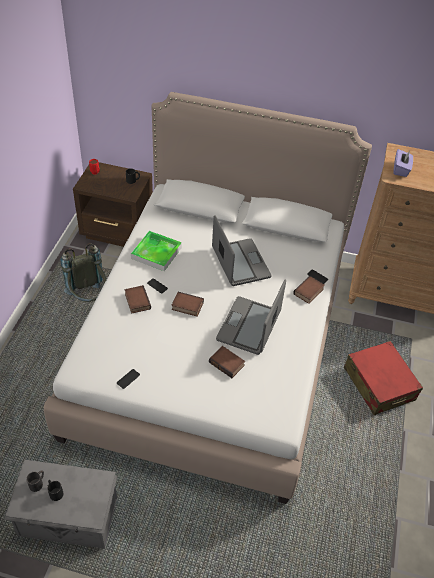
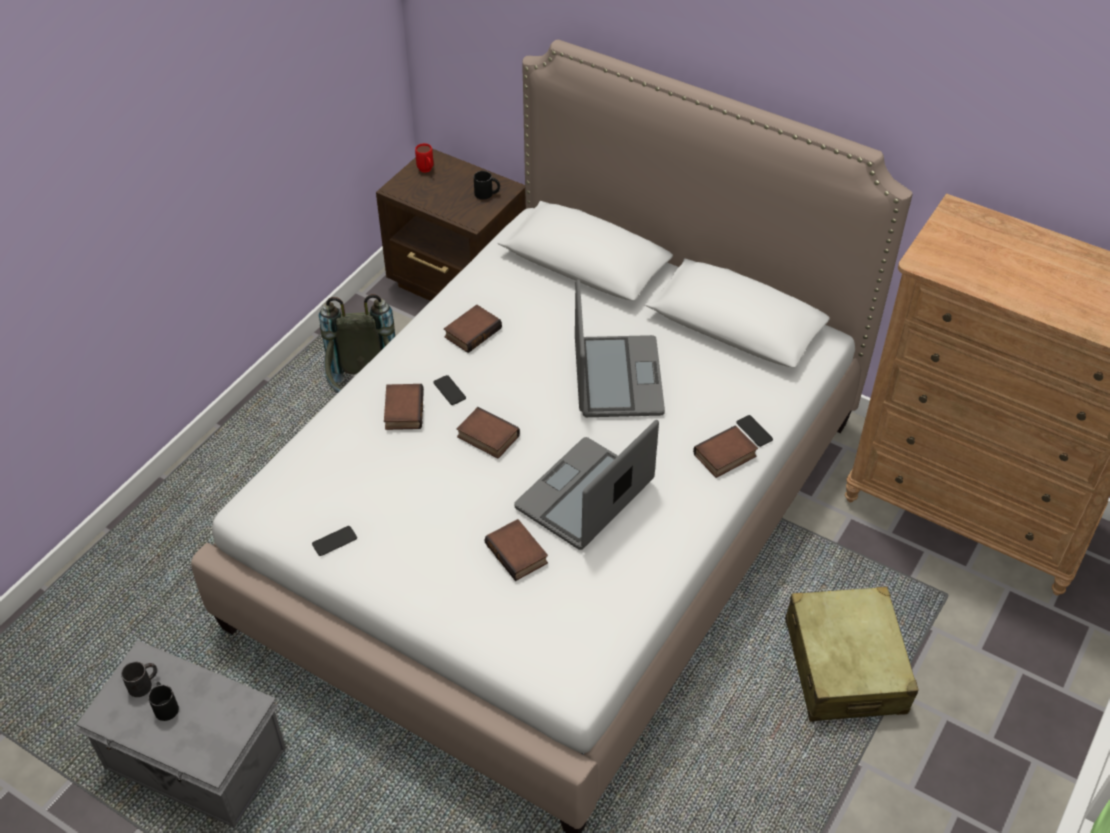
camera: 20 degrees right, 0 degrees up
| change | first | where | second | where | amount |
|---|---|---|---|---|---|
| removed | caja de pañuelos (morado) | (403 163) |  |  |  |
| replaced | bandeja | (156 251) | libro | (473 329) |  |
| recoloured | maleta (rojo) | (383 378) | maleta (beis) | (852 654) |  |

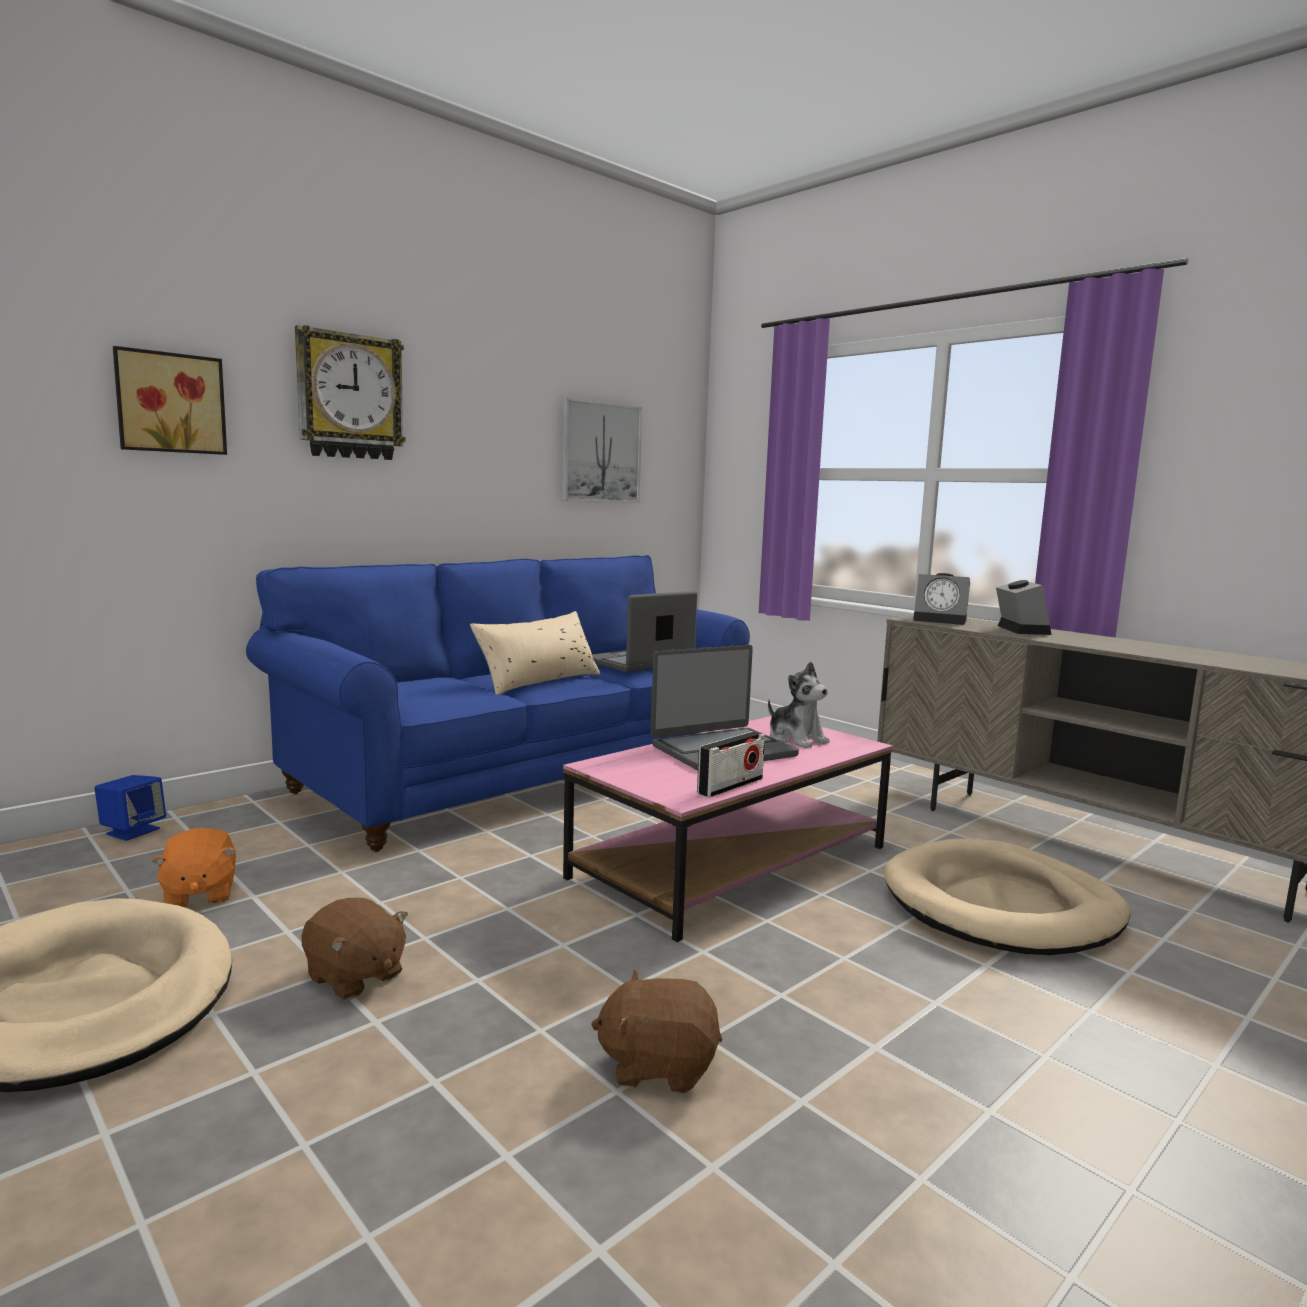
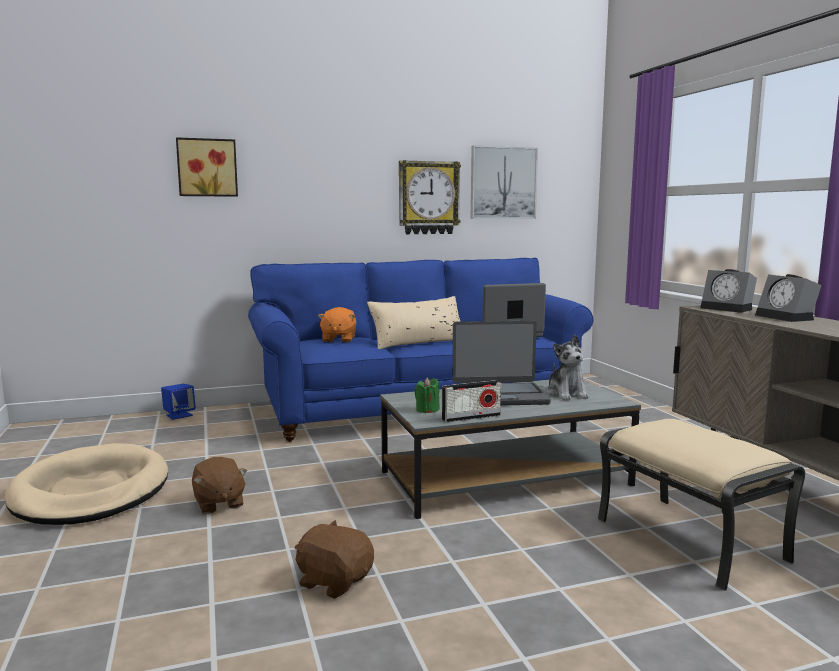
camera: 25 degrees right, 0 degrees up
| change | first | where | second | where | amount |
|---|---|---|---|---|---|
| added |  |  | vela (verde) | (427 395) |  |
| moved | peluche (naranja) | (194 867) |  | (337 324) |  |
| moved | reloj de pared | (350 392) |  | (430 197) |  |
| replaced | cama para perro (beis) | (1007 897) | puf (beis) | (701 505) |  |
| recoloured | mesa de centro (rosa) | (728 829) | mesa de centro (gris) | (510 449) |  |
| turned | despertador | (1024 607) |  | (788 298) | 135 degrees clockwise |

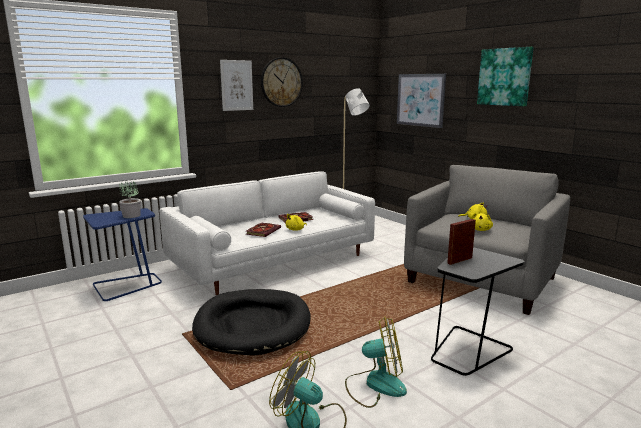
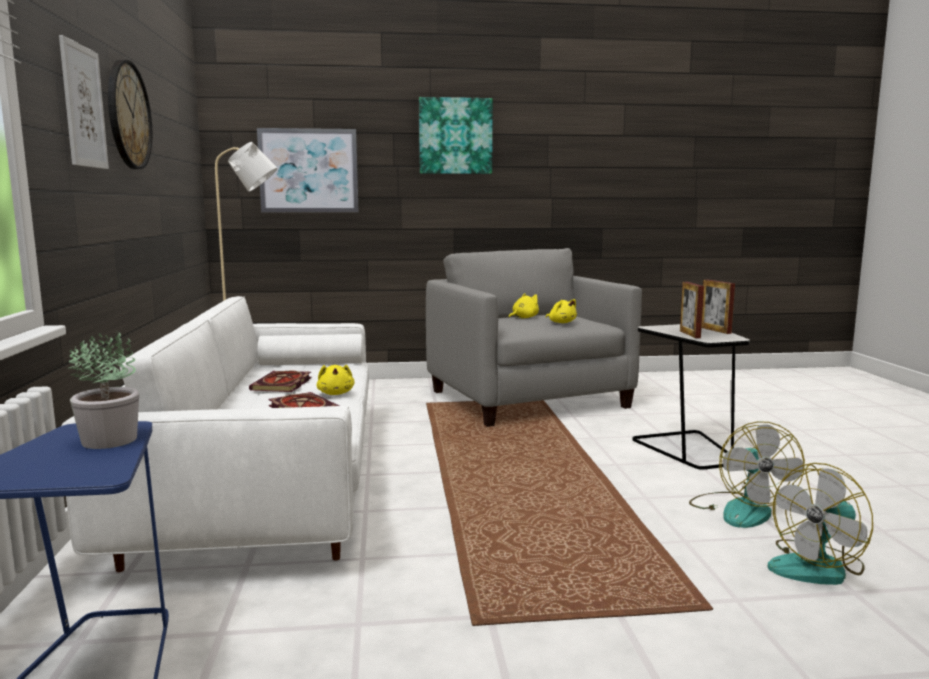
camera: 60 degrees left, 5 degrees down
| change | first | where | second | where | amount |
|---|---|---|---|---|---|
| removed | cama para perro (negro) | (251 322) |  |  |  |
| added |  |  | portarretratos | (718 307) |  |
| turned | ventilador | (376 362) |  | (747 474) | 150 degrees clockwise |

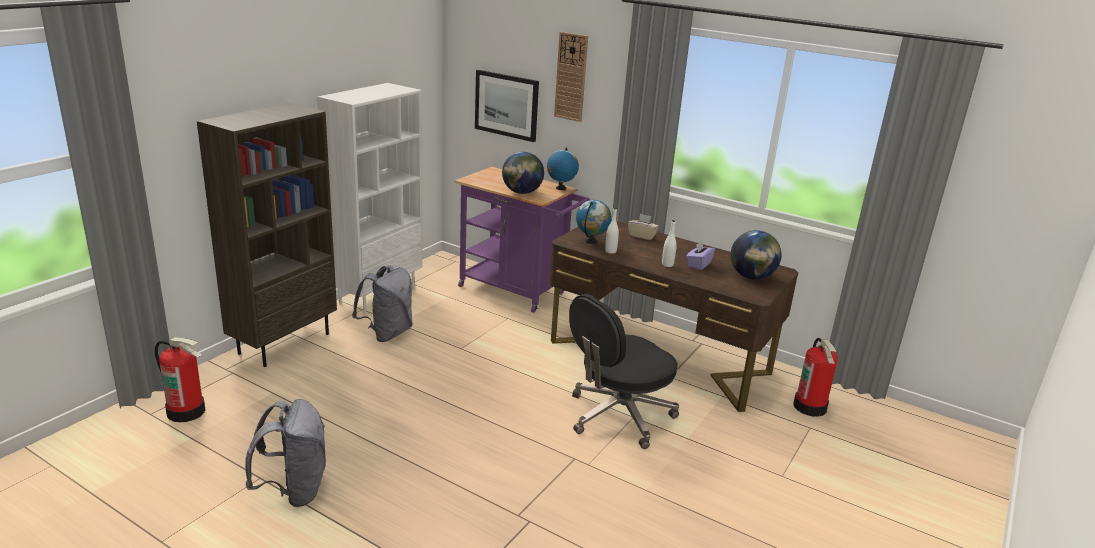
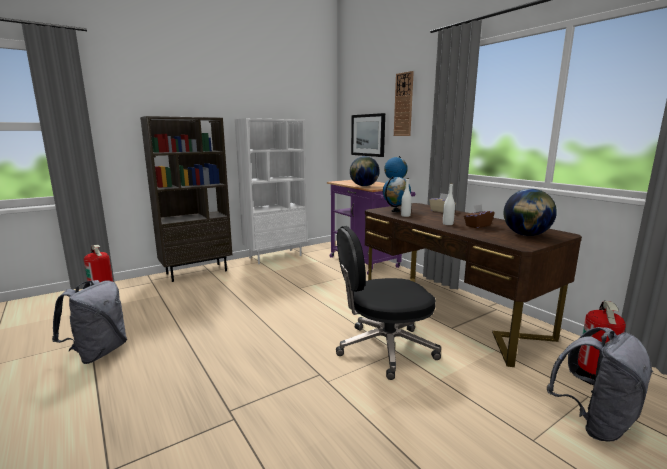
camera: 25 degrees right, 10 degrees down
| change | first | where | second | where | amount |
|---|---|---|---|---|---|
| moved | mochila (gris) | (382 304) |  | (600 384) |  |
| recoloured | caja de pañuelos (morado) | (700 255) | caja de pañuelos (marrón) | (479 216) |  |

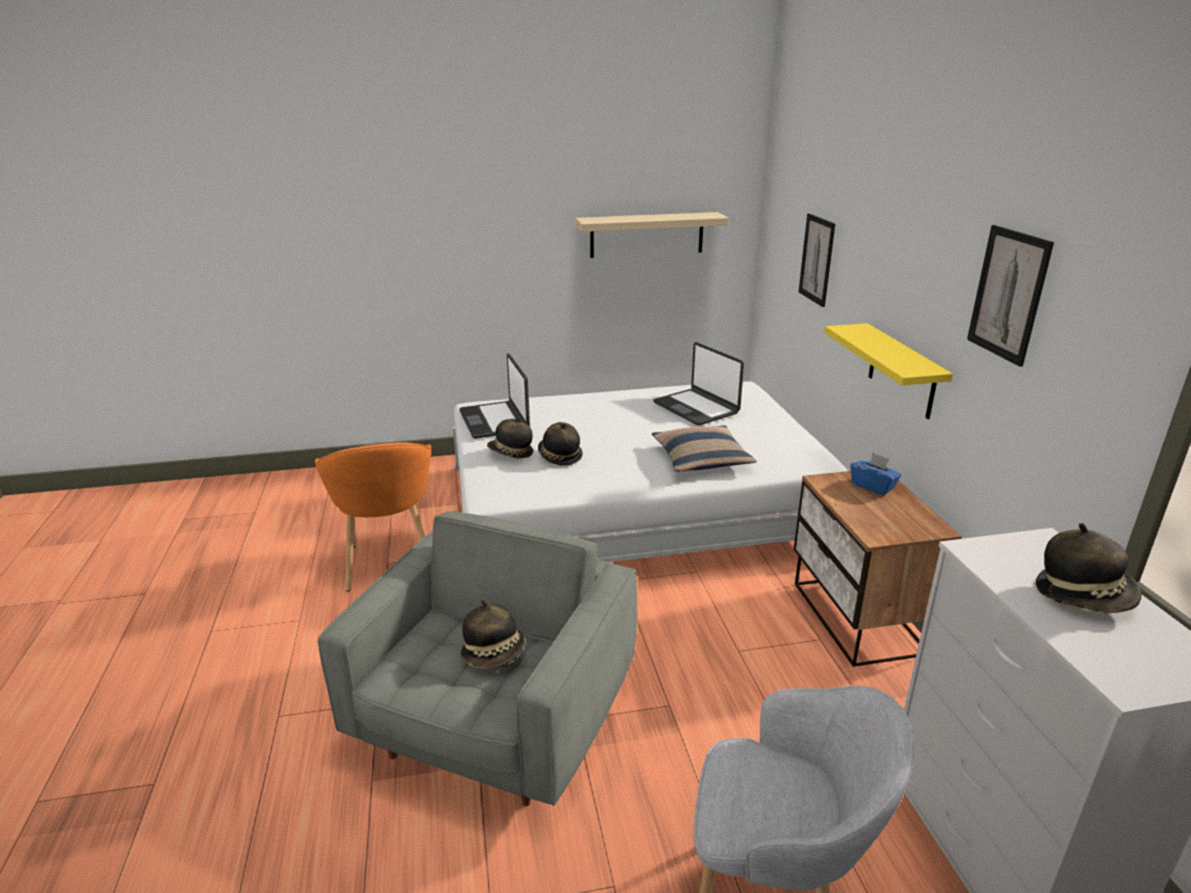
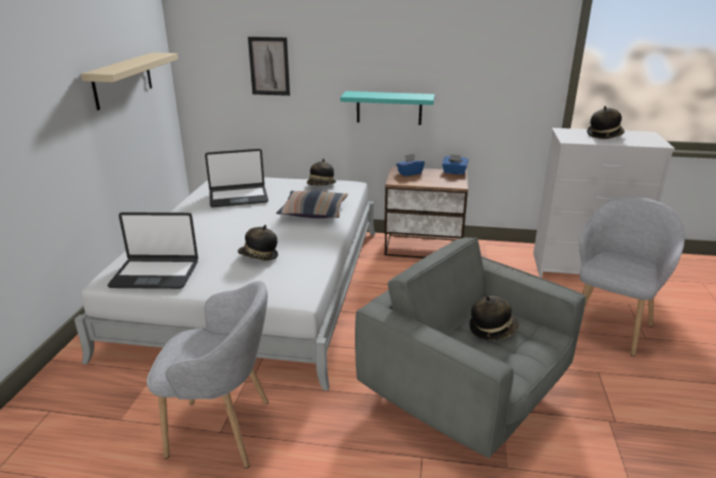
camera: 70 degrees left, 0 degrees up
| change | first | where | second | where | amount |
|---|---|---|---|---|---|
| removed | cuadro | (1010 296) |  |  |  |
| added |  |  | caja de pañuelos (azul) | (455 164) |  |
| moved | sombrero | (510 438) |  | (321 171) |  |
| recoloured | sillón (naranja) | (373 517) | sillón (gris) | (208 374) |  |
| recoloured | estante (amarillo) | (888 371) | estante (turquesa) | (387 108) |  |

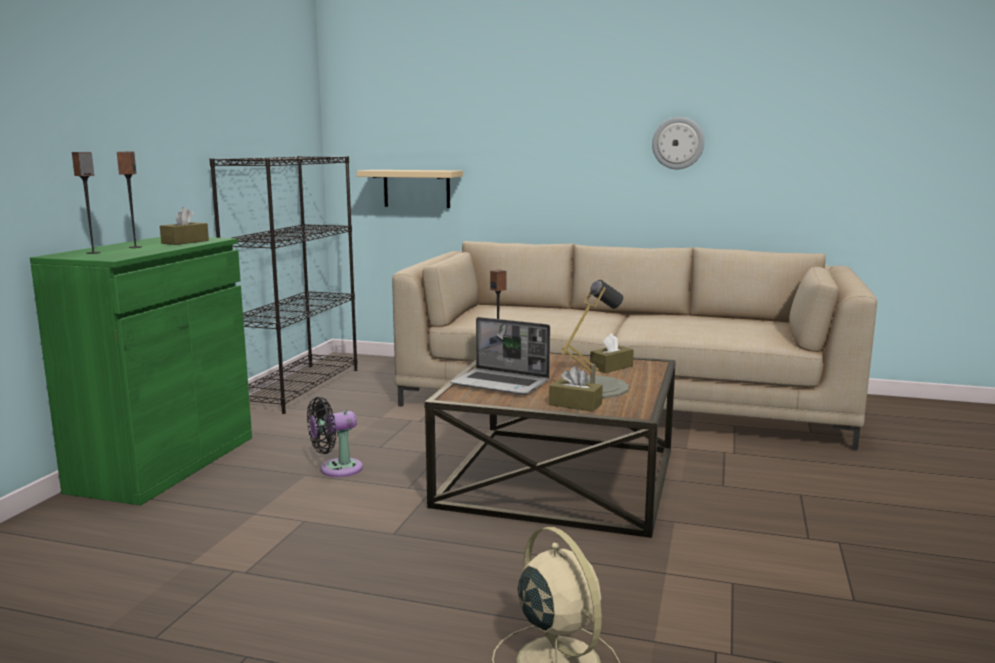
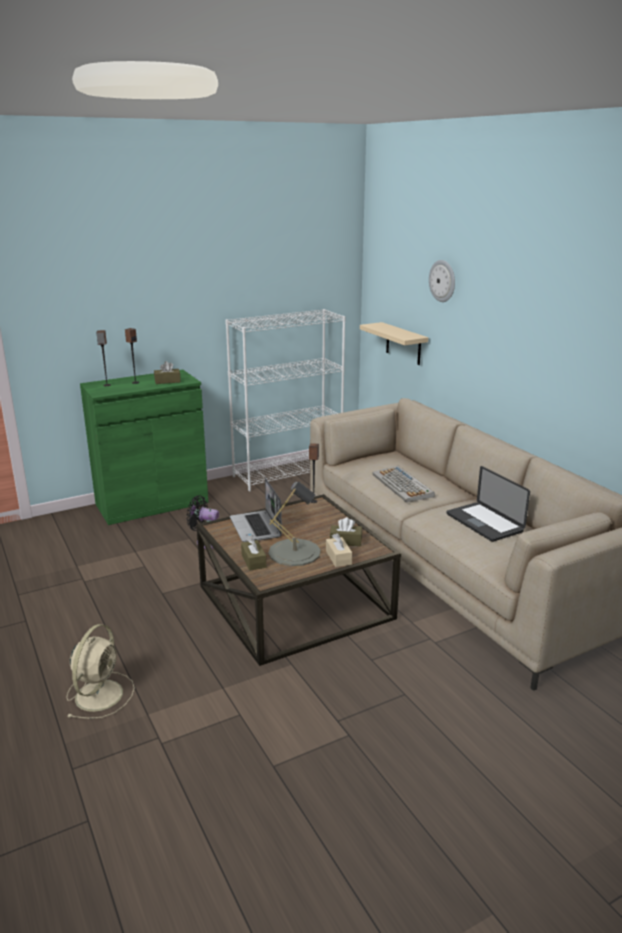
camera: 45 degrees right, 10 degrees up
| change | first | where | second | where | amount |
|---|---|---|---|---|---|
| added |  |  | caja de pañuelos (beis) | (339 550) |  |
| added |  |  | teclado | (403 484) |  |
| added |  |  | portátil | (488 504) |  |
| moved | reloj de pared | (678 143) |  | (442 281) |  |
| recoloured | estantería (negro) | (283 285) | estantería (blanco) | (285 400) |  |

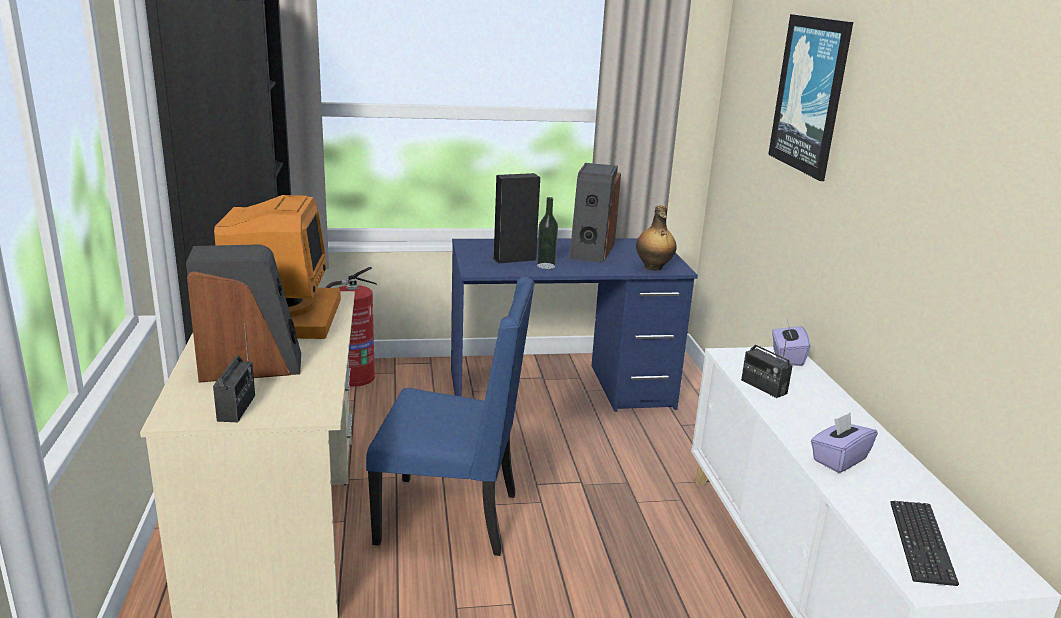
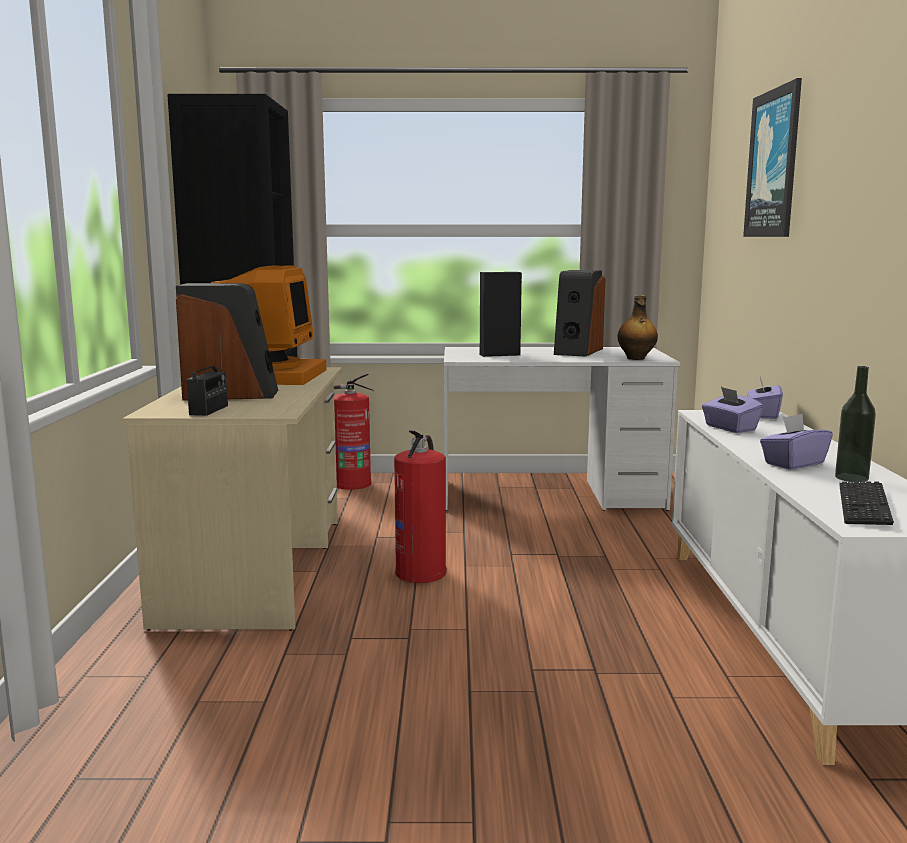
camera: 10 degrees right, 10 degrees down
| change | first | where | second | where | amount |
|---|---|---|---|---|---|
| moved | botella | (547 233) |  | (855 424) |  |
| replaced | silla (azul) | (450 416) | extintor | (420 507) |  |
| replaced | radio | (767 365) | caja de pañuelos (morado) | (732 410) |  |
| recoloured | escritorio (azul) | (574 325) | escritorio (blanco) | (562 429) |  |

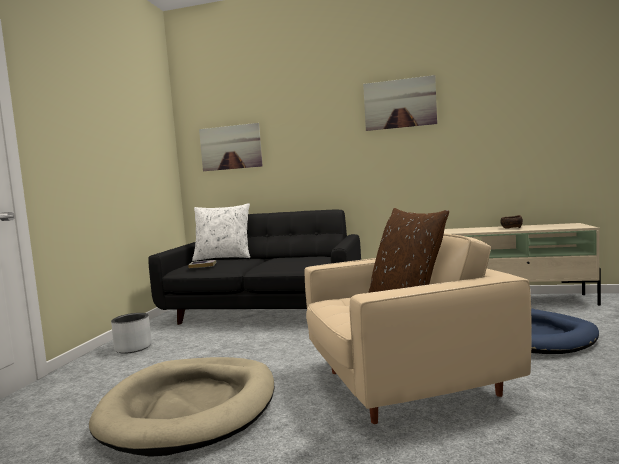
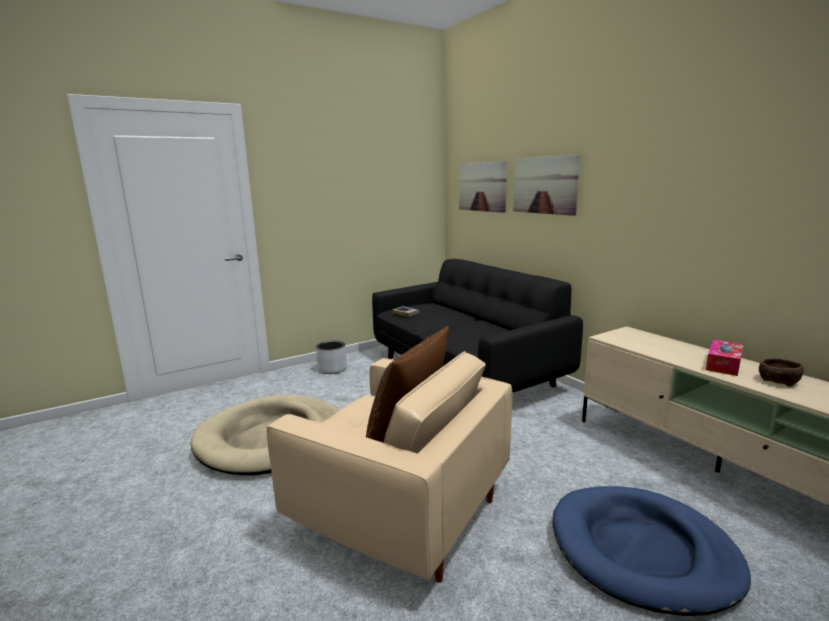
camera: 45 degrees right, 10 degrees up
| change | first | where | second | where | amount |
|---|---|---|---|---|---|
| removed | cojín (blanco) | (221 232) |  |  |  |
| added |  |  | caja de pañuelos | (724 357) |  |
| moved | cuadro | (400 103) |  | (546 185) |  |

